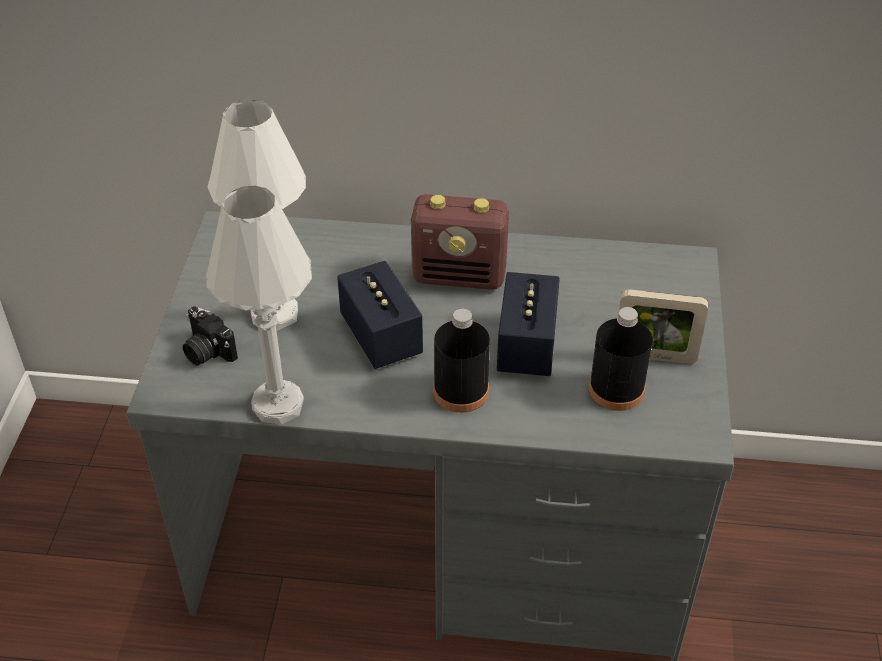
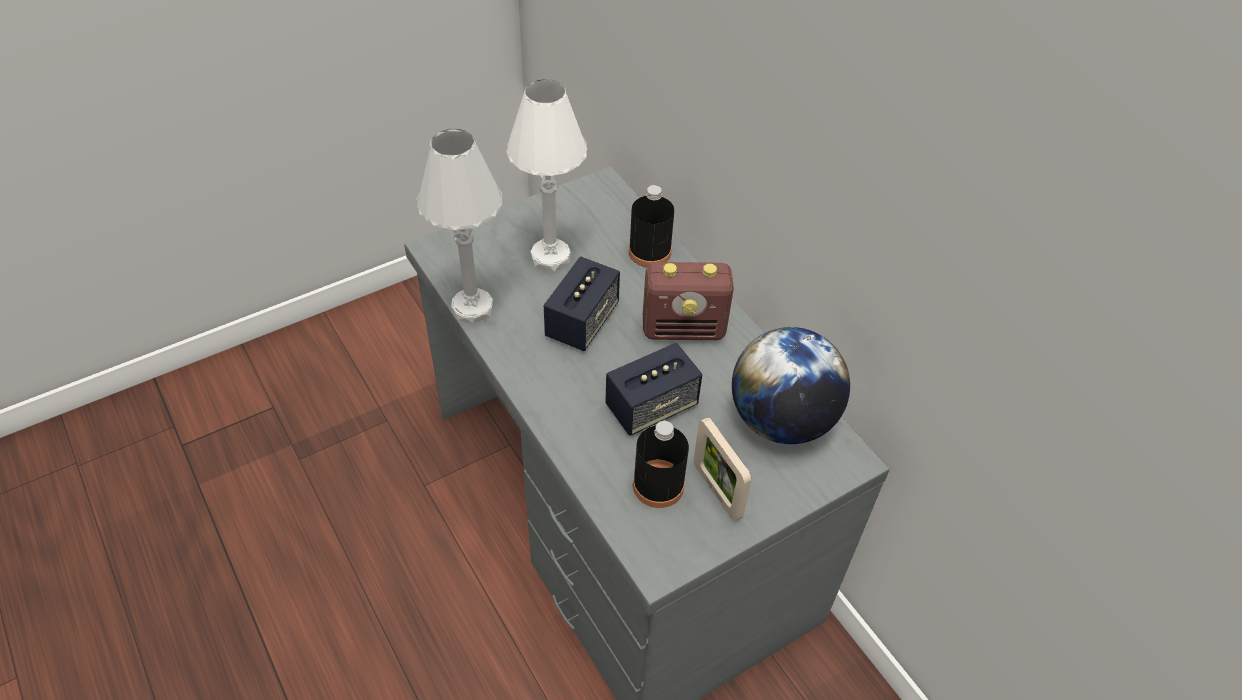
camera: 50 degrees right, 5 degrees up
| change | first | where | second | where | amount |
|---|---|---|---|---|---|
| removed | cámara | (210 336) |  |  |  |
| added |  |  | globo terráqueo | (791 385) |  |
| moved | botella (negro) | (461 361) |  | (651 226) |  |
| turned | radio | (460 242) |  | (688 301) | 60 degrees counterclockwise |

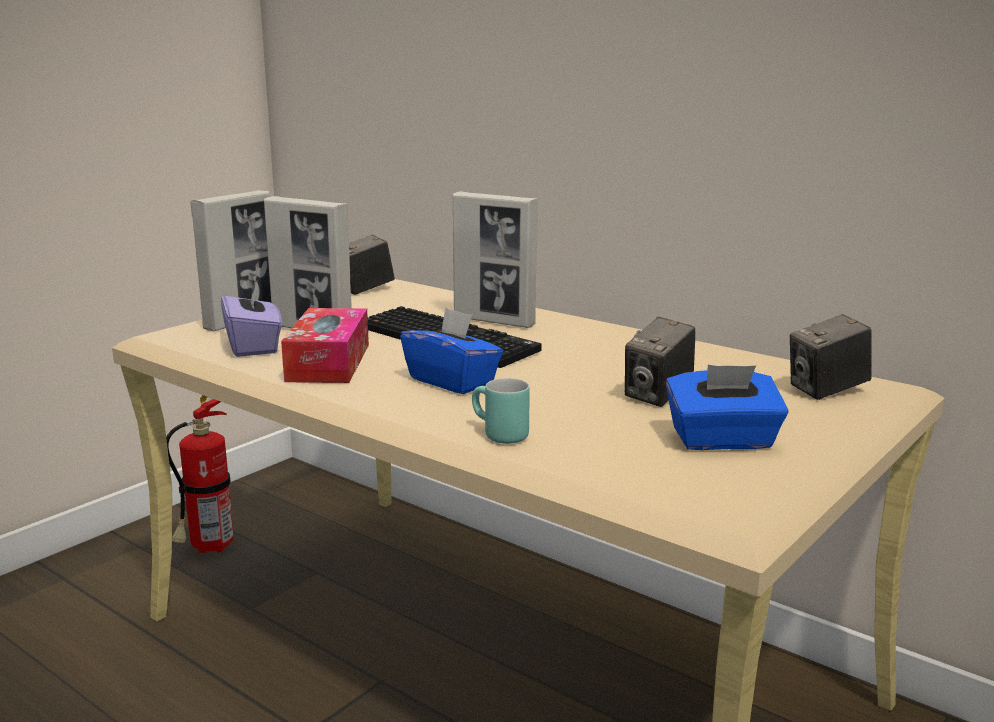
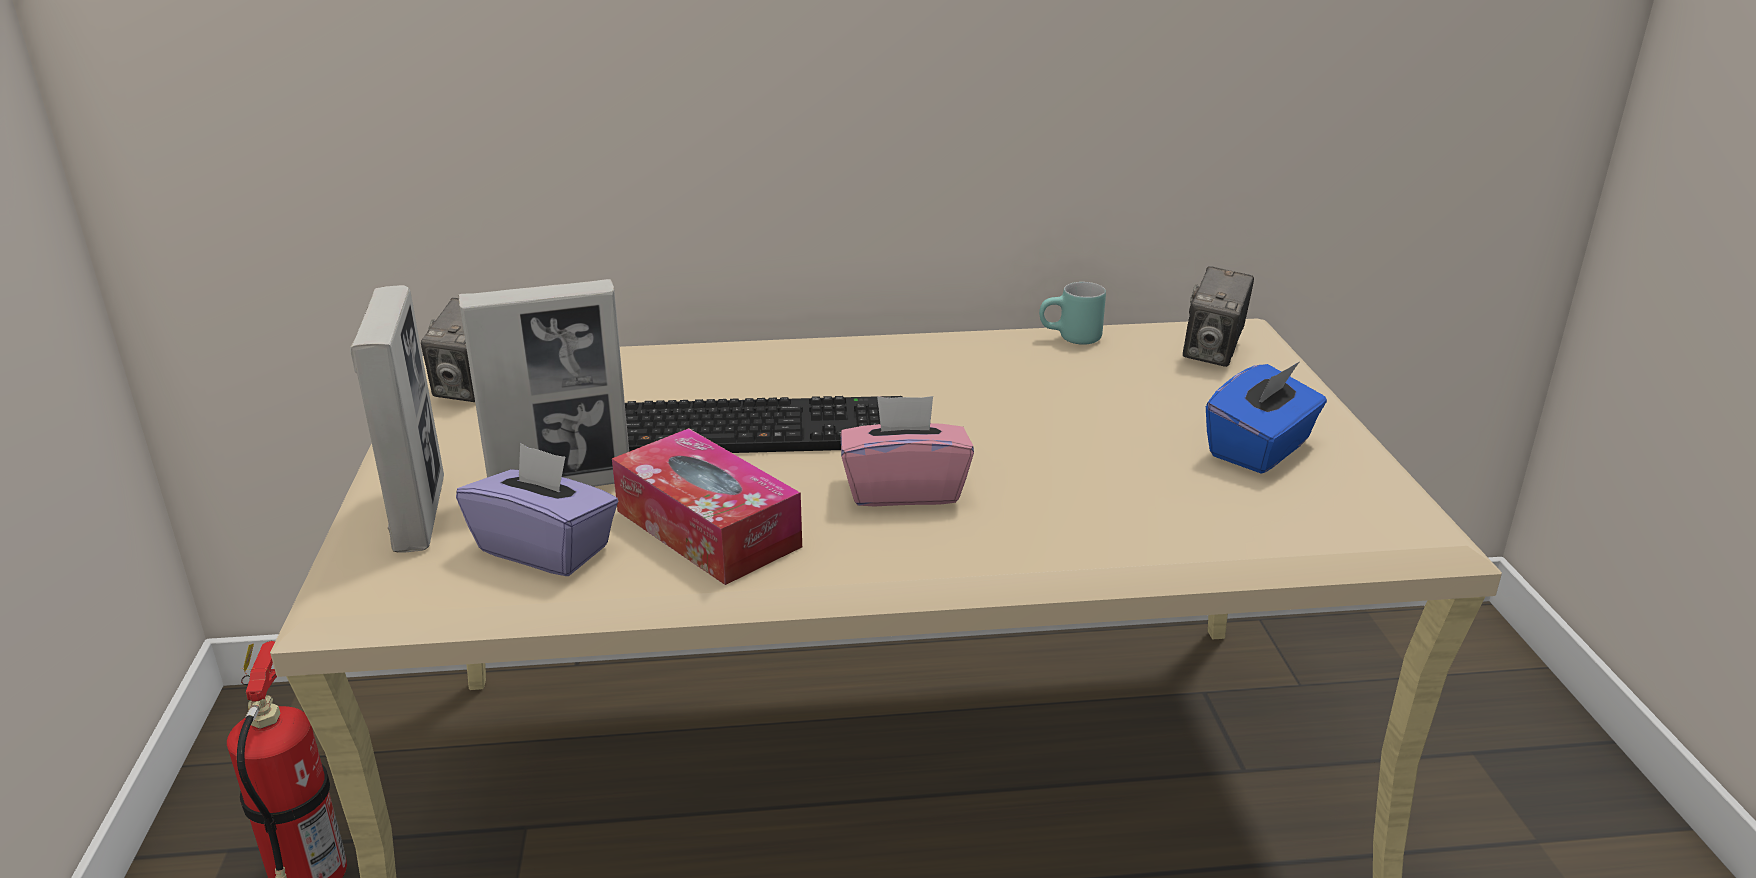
camera: 45 degrees left, 10 degrees up
| change | first | where | second | where | amount |
|---|---|---|---|---|---|
| removed | portarretratos | (495 259) |  |  |  |
| removed | cámara | (660 362) |  |  |  |
| moved | taza grande (turquesa) | (501 411) |  | (1072 313) |  |
| recoloured | caja de pañuelos (azul) | (451 351) | caja de pañuelos (rosa) | (907 451) |  |

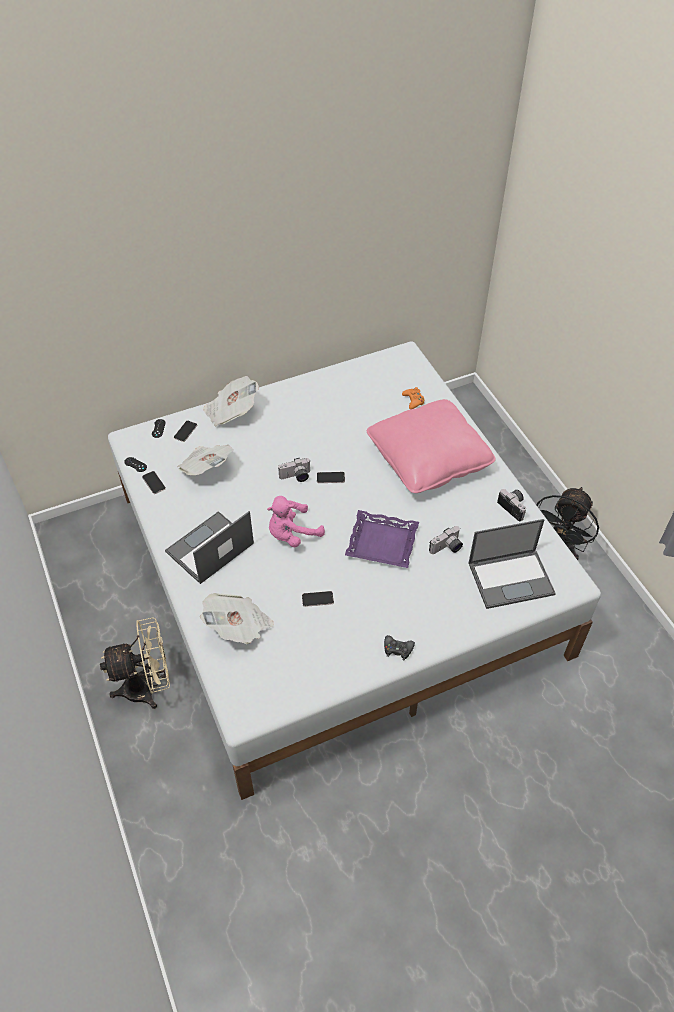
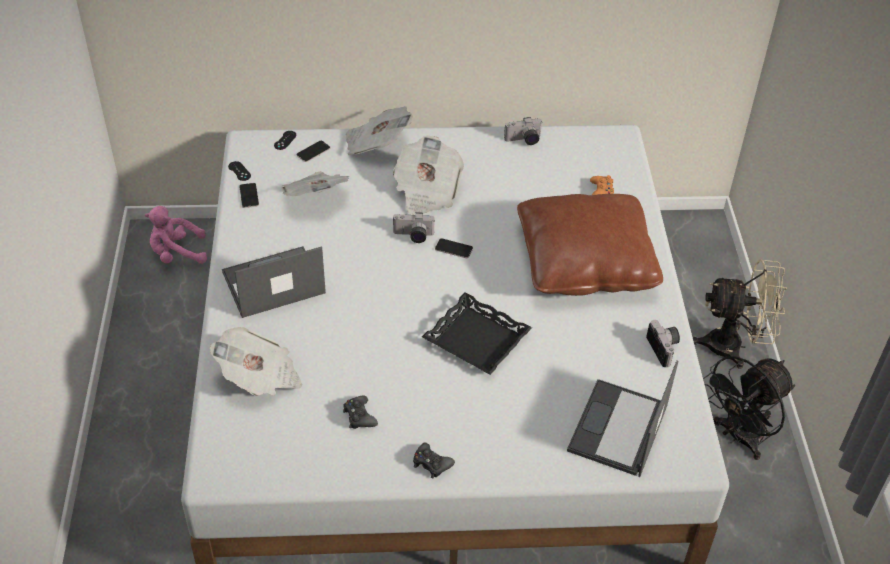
camera: 20 degrees right, 5 degrees down
| change | first | where | second | where | amount |
|---|---|---|---|---|---|
| removed | móvil | (318 599) |  |  |  |
| added |  |  | mando de consola (negro) | (360 412) |  |
| added |  |  | periódico | (428 175) |  |
| moved | ventilador (beis) | (135 663) |  | (740 314) |  |
| moved | peluche (rosa) | (296 522) |  | (176 235) |  |
| moved | cámara | (446 540) |  | (523 131) |  |
| recoloured | bandeja (morado) | (382 539) | bandeja (negro) | (477 334) |  |
| recoloured | cojín (rosa) | (431 446) | cojín (marrón) | (590 245) |  |
| turned | portátil | (512 564) |  | (622 418) | 105 degrees clockwise |

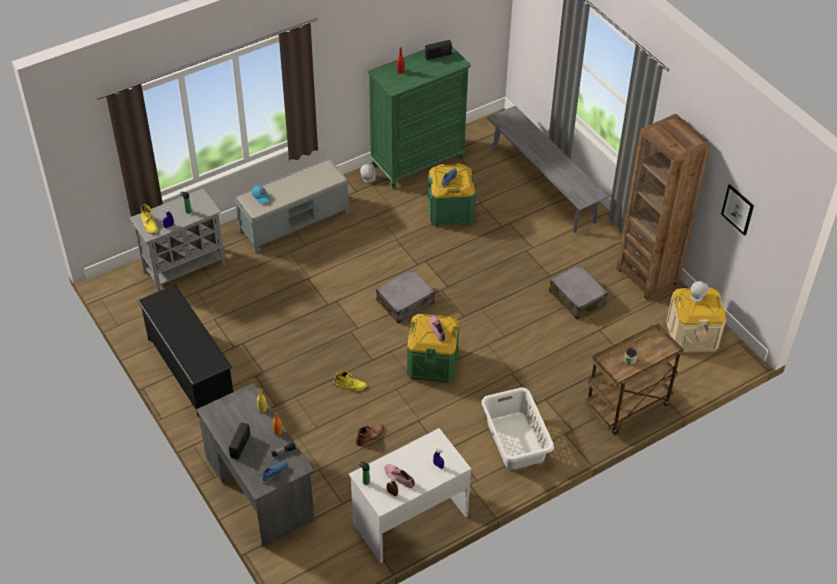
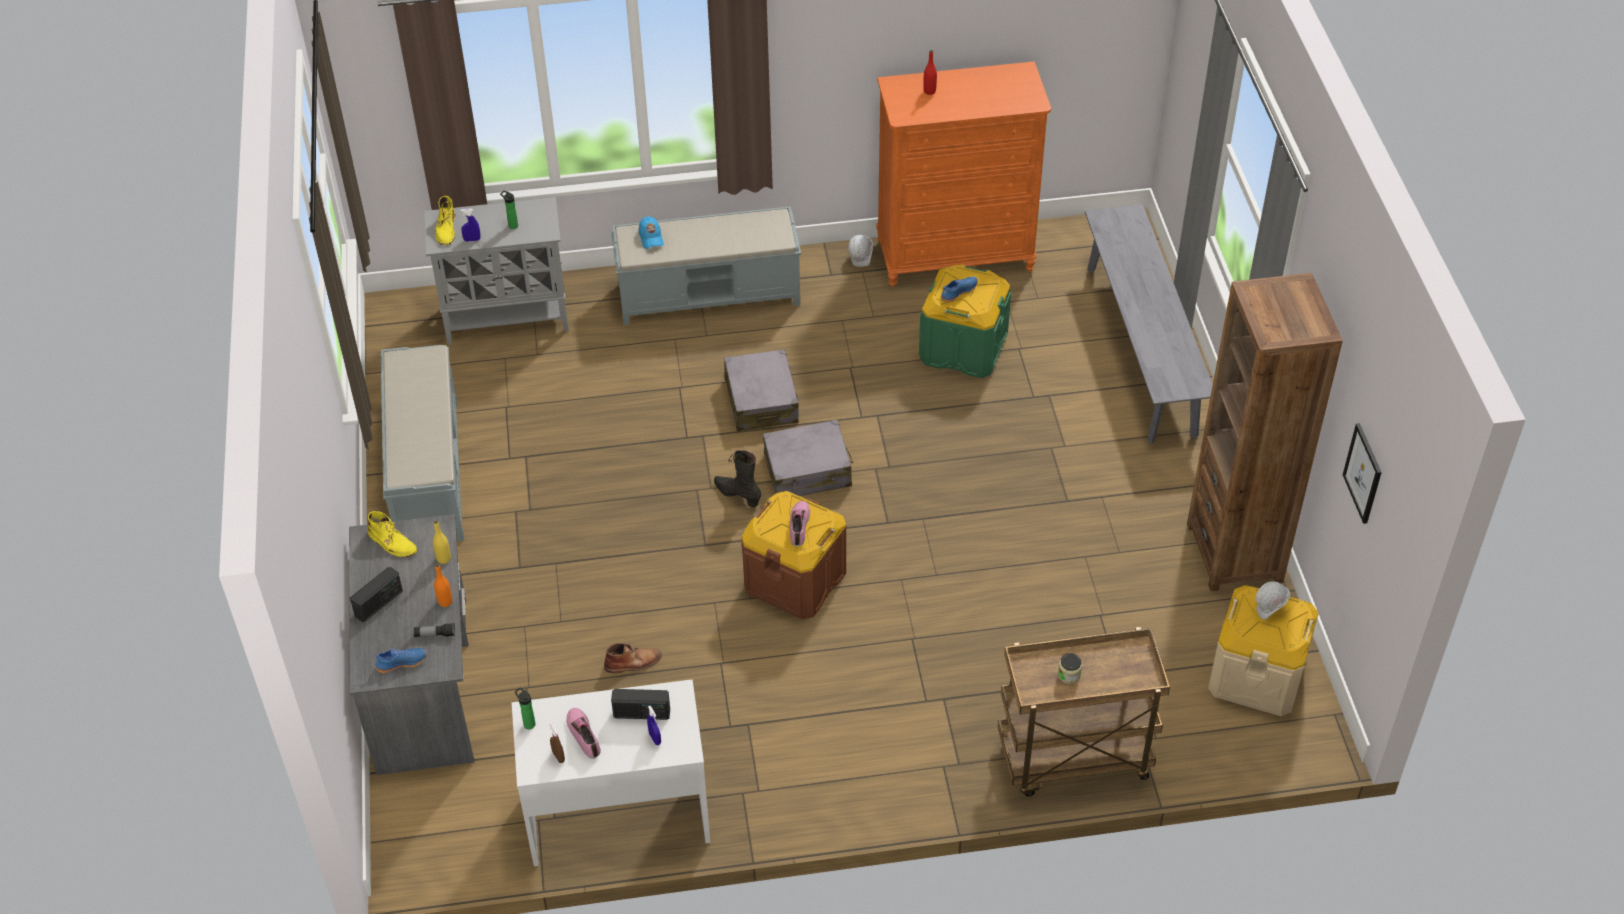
camera: 25 degrees right, 0 degrees up
| change | first | where | second | where | amount |
|---|---|---|---|---|---|
| removed | cesto de la ropa (blanco) | (517 429) |  |  |  |
| added |  |  | bota (negro) | (737 478) |  |
| moved | bota (amarillo) | (350 381) |  | (392 534) |  |
| moved | radio | (438 50) |  | (640 704) |  |
| moved | maleta (gris) | (578 292) |  | (761 390) |  |
| replaced | zapatero (negro) | (185 351) | banco (gris) | (422 443) |  |
| recoloured | cómoda (verde) | (418 118) | cómoda (naranja) | (963 174) |  |
| recoloured | caja de almacenaje (verde) | (433 348) | caja de almacenaje (marrón) | (794 555) |  |

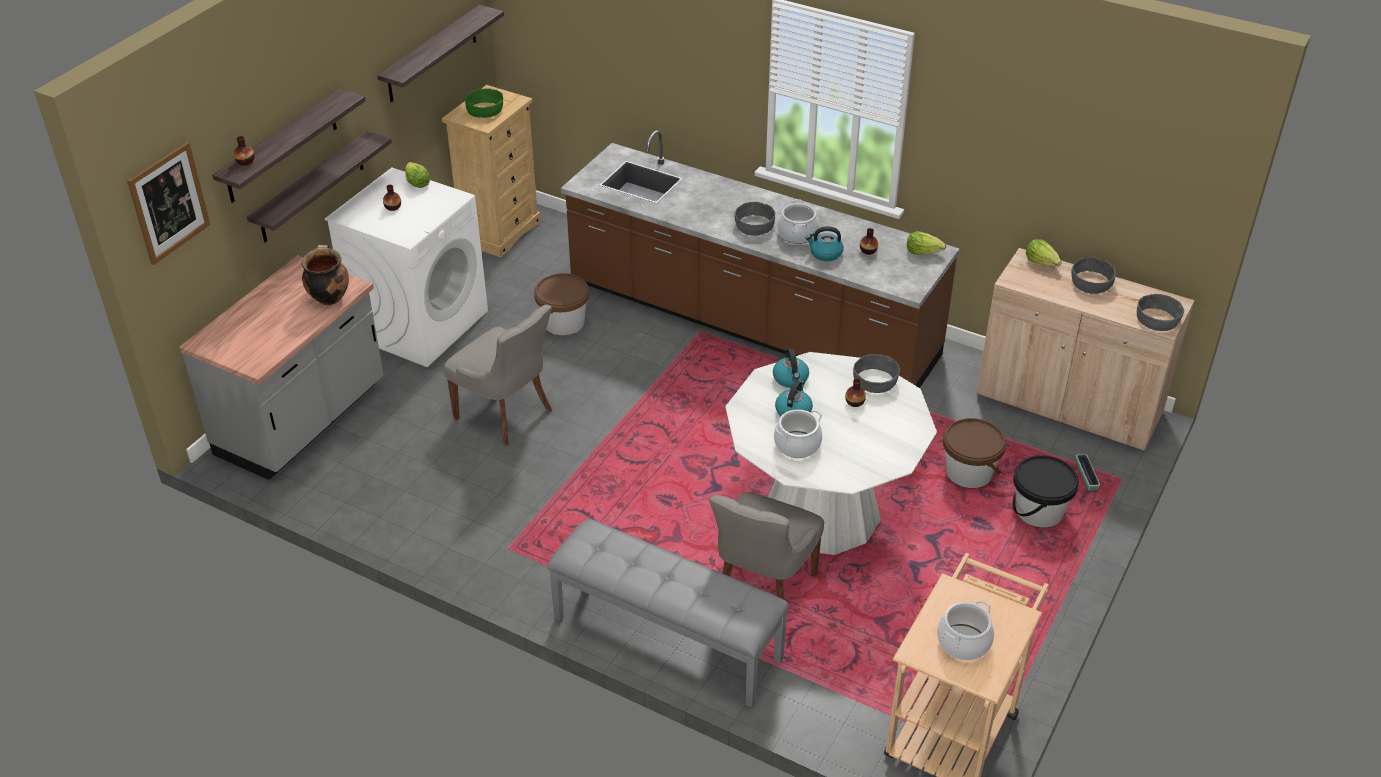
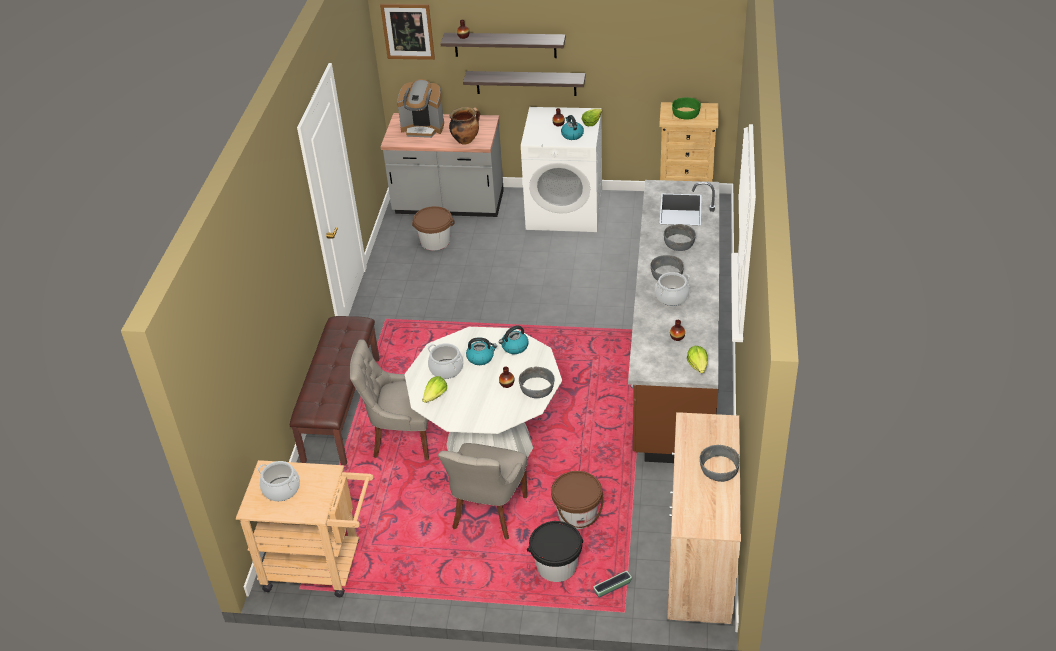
camera: 70 degrees right, 0 degrees up
| change | first | where | second | where | amount |
|---|---|---|---|---|---|
| removed | estante | (440 53) |  |  |  |
| added |  |  | cafetera | (420 108) |  |
| moved | silla (gris) | (498 375) |  | (483 491) |  |
| moved | cubo (marrón) | (561 304) |  | (433 228) |  |
| moved | hervidor | (824 243) |  | (572 127) |  |
| moved | lechuga | (1044 252) |  | (434 389) |  |
| moved | cuenco (gris) | (1160 312) |  | (680 237) |  |
| recoloured | banco (gris) | (668 613) | banco (marrón) | (335 390) |  |

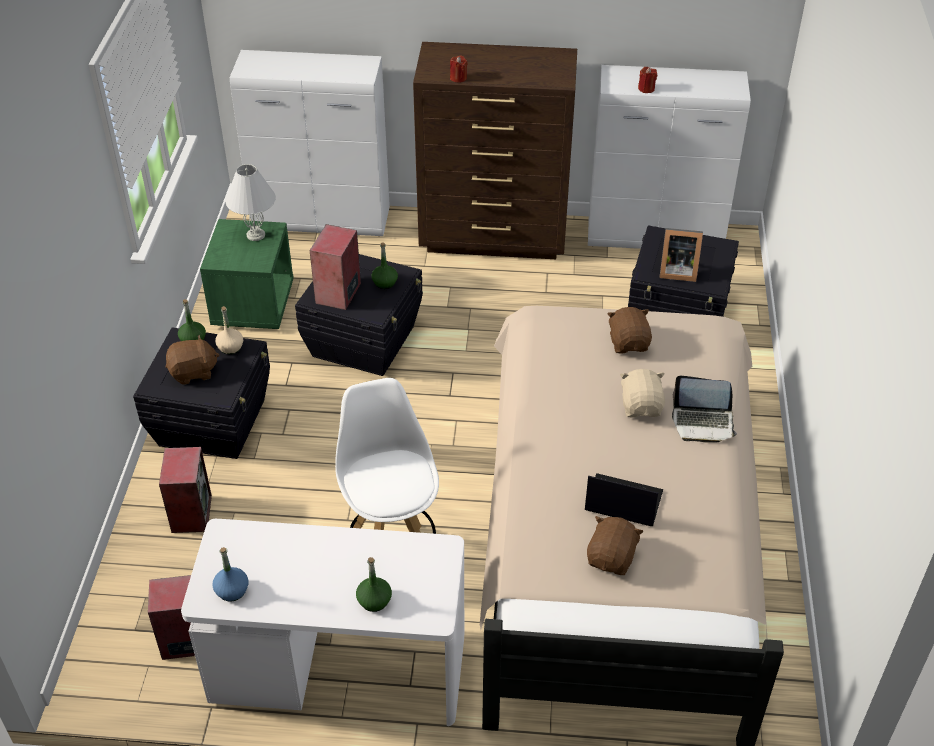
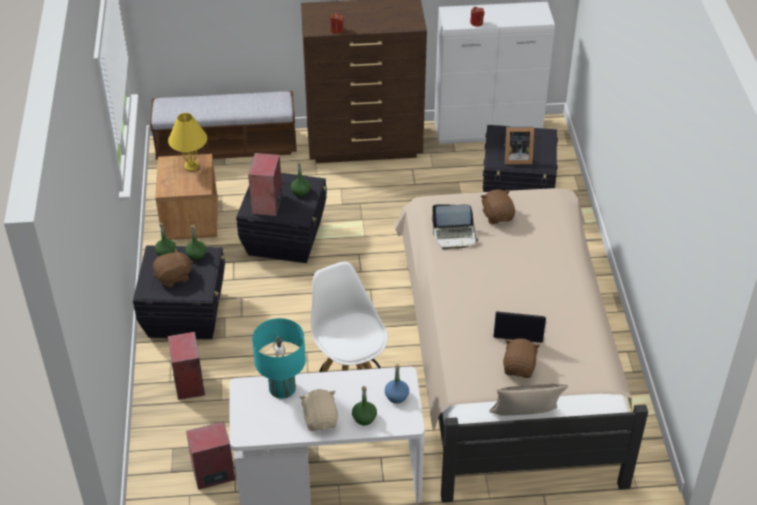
camera: 10 degrees left, 0 degrees up
| change | first | where | second | where | amount |
|---|---|---|---|---|---|
| added |  |  | lámpara de mesa (turquesa) | (279 358) |  |
| added |  |  | cojín | (529 400) |  |
| moved | botella (azul) | (230 574) |  | (397 383) |  |
| moved | peluche (beis) | (642 393) |  | (318 410) |  |
| moved | portátil | (704 409) |  | (455 226) |  |
| replaced | armario (blanco) | (310 143) | banco | (223 125) |  |
| recoloured | mesita de noche (verde) | (247 274) | mesita de noche (marrón) | (186 197) |  |
| recoloured | botella (beis) | (229 330) | botella (verde) | (196 243) |  |
| recoloured | lámpara de mesa (blanco) | (250 202) | lámpara de mesa (amarillo) | (187 142) |  |

